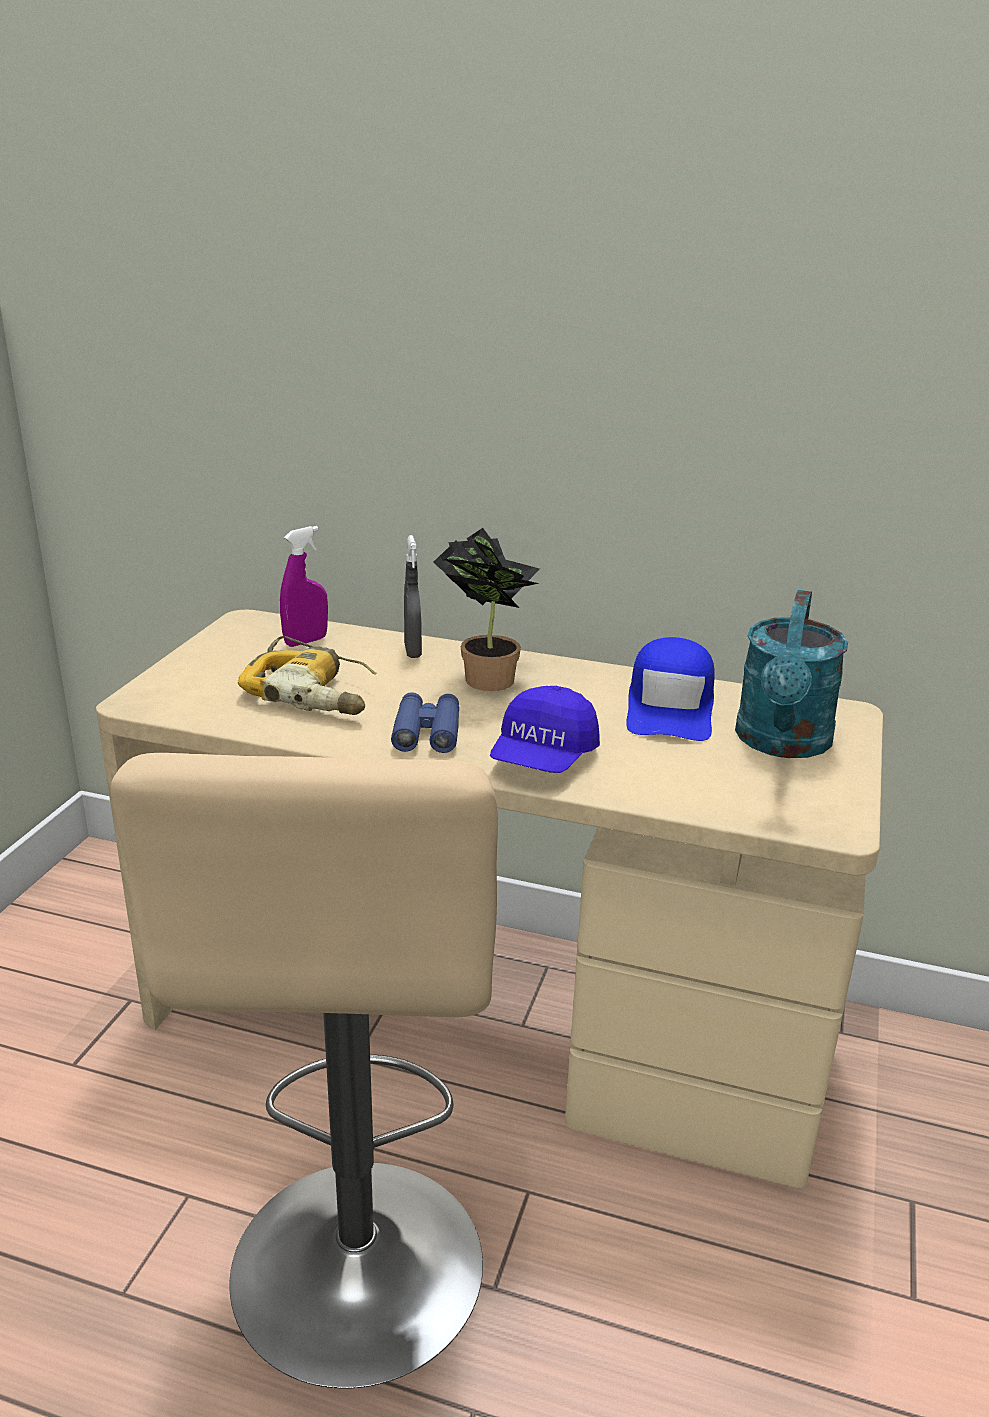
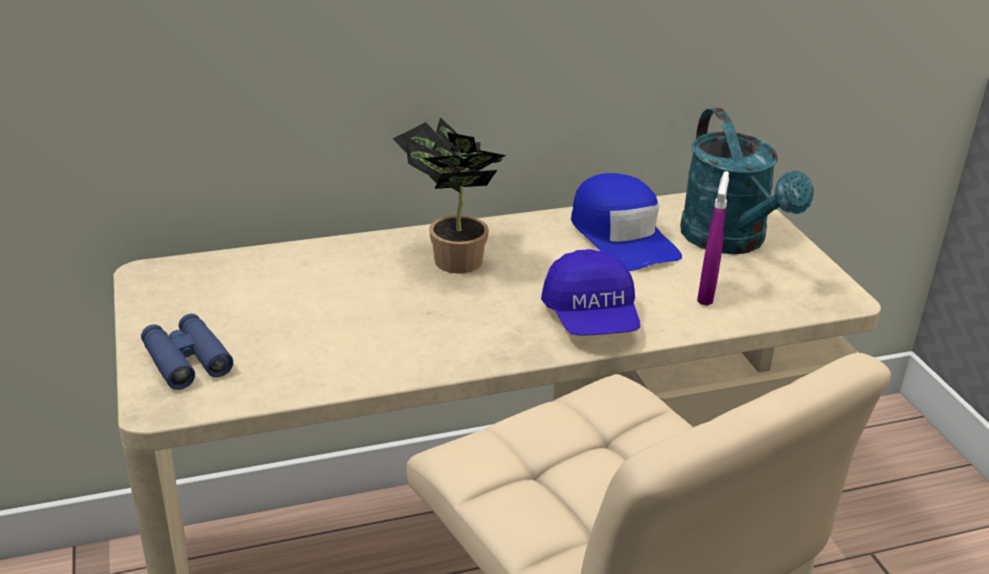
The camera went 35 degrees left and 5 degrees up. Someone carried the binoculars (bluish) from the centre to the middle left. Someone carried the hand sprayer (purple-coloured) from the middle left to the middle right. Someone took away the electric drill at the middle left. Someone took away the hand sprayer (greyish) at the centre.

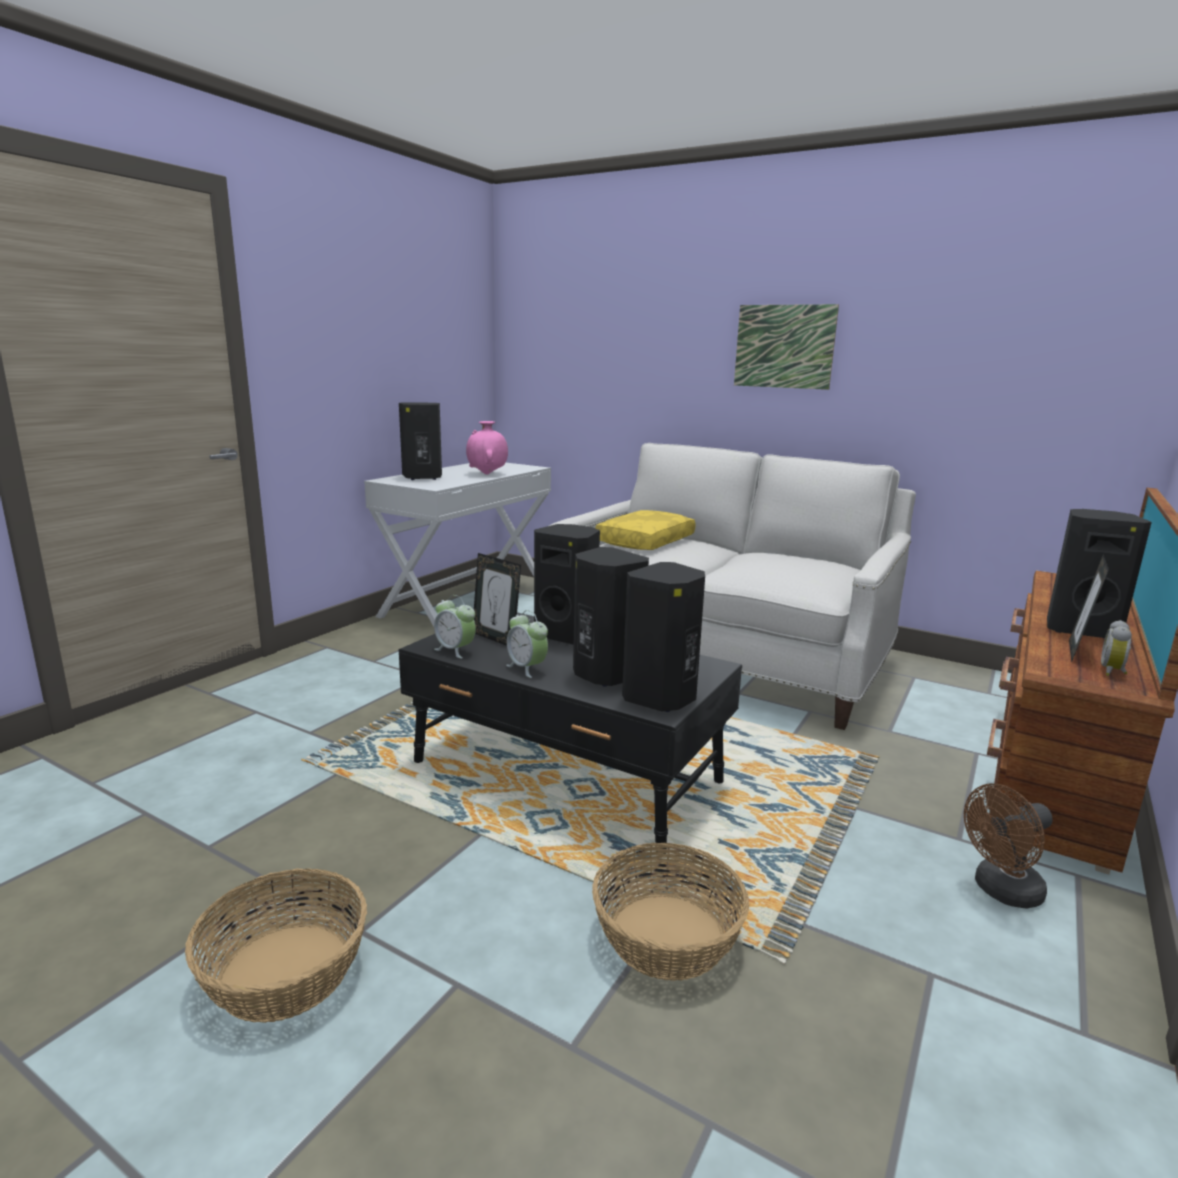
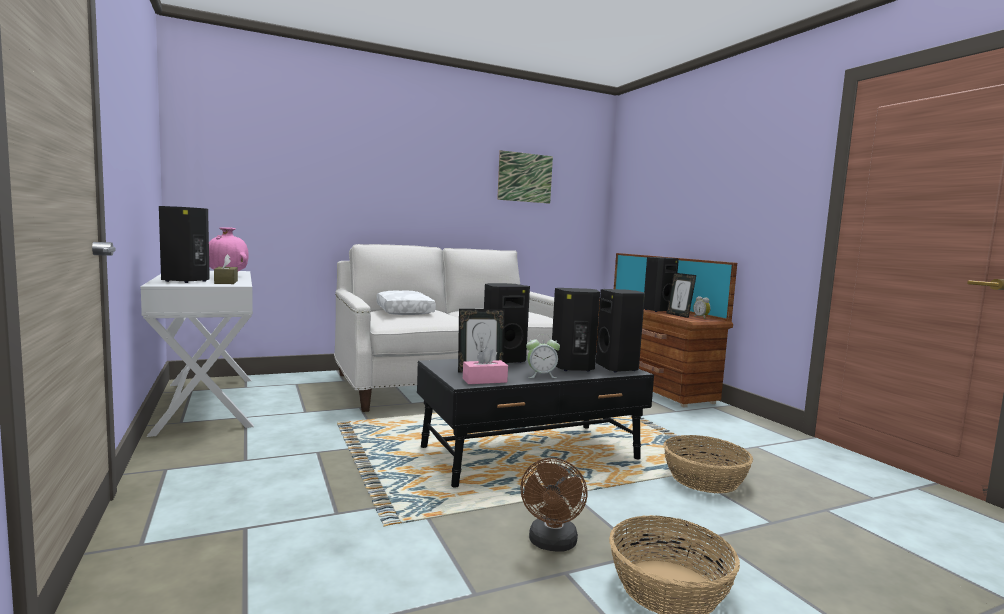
The camera went 55 degrees left and 10 degrees down. Someone put down the tissue box (brown) at the middle left. Someone repainted the throw pillow (yellow-coloured) at the centre, which became the throw pillow (white) at the centre. Someone swapped the alarm clock (no. 1 from left) at the centre for the tissue box (pink-coloured) at the centre. Someone carried the wall art from the top right to the top centre. Someone carried the electric fan (brown) from the bottom right to the bottom centre.

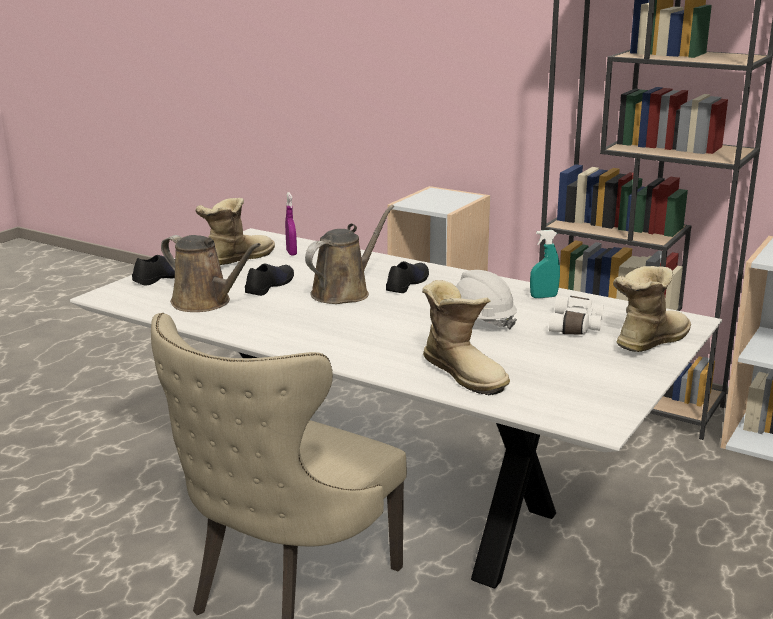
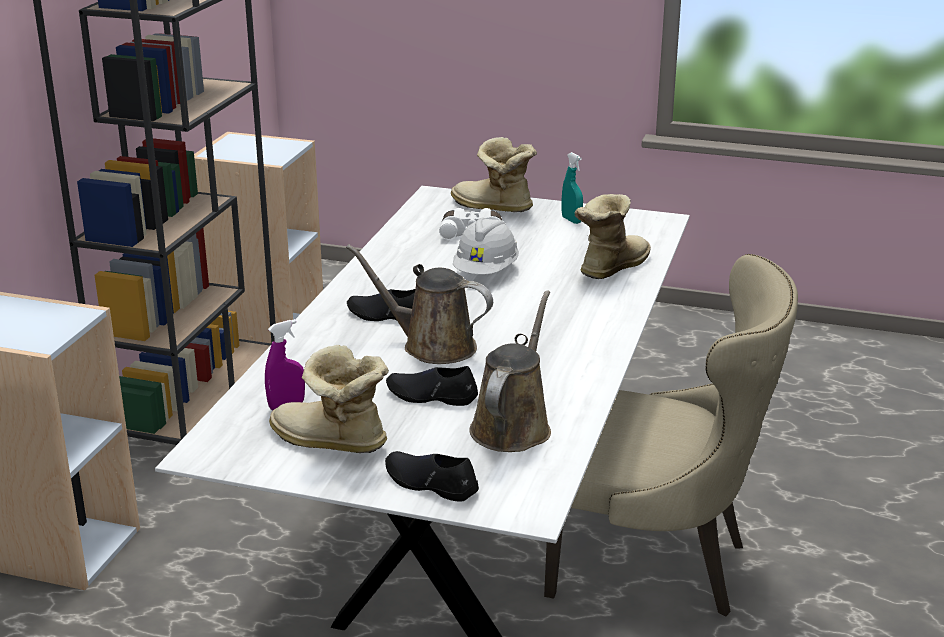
The camera went 105 degrees left and 5 degrees up. Someone carried the hand sprayer (turquoise-coloured) from the middle right to the top centre.

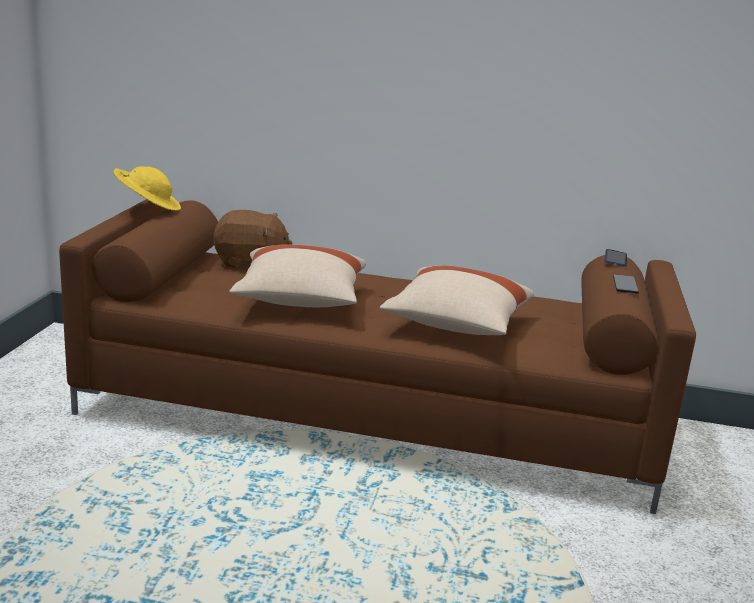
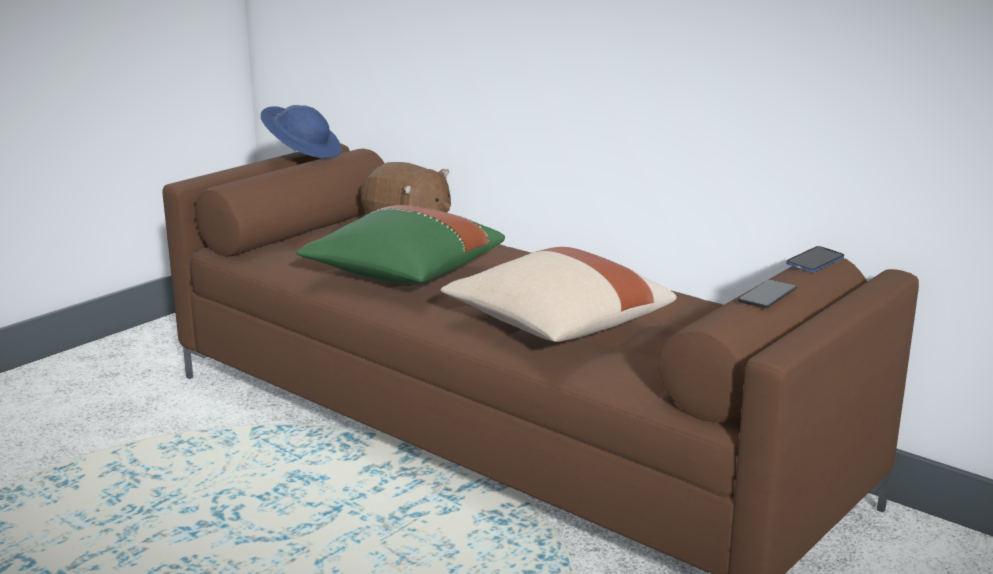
The camera went 30 degrees right and 0 degrees up. Someone repainted the clothing hat (yellow-coloured) at the top left, which became the clothing hat (bluish) at the top left. Someone repainted the throw pillow (sand-coloured) (no. 1 from left) at the centre, which became the throw pillow (green) at the centre.

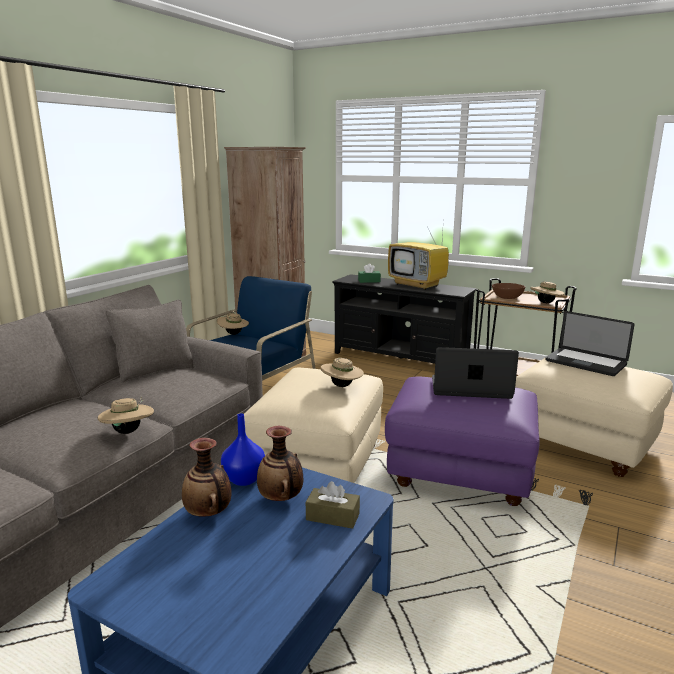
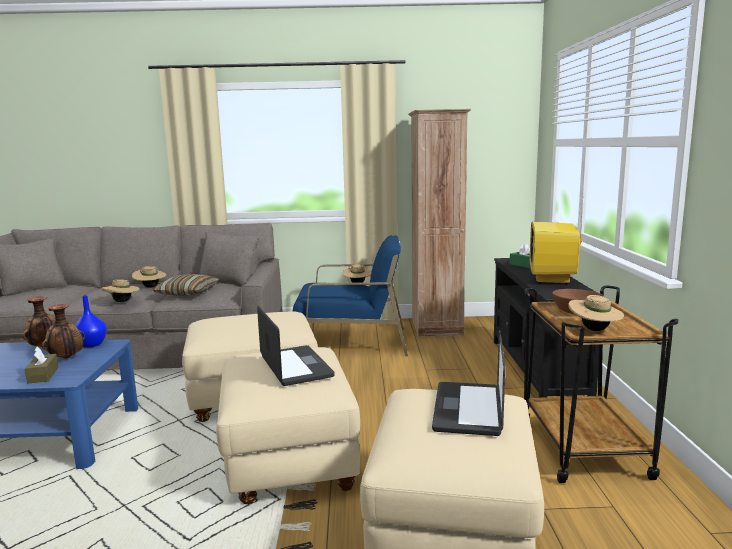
The camera went 60 degrees right and 5 degrees down. Someone carried the clothing hat (sand-coloured) (no. 3 from left in the first image) from the centre to the middle left. Someone put down the throw pillow at the middle left. Someone repainted the ottoman (purple-coloured) at the middle right, which became the ottoman (sand-coloured) (no. 2 from left) at the bottom centre.

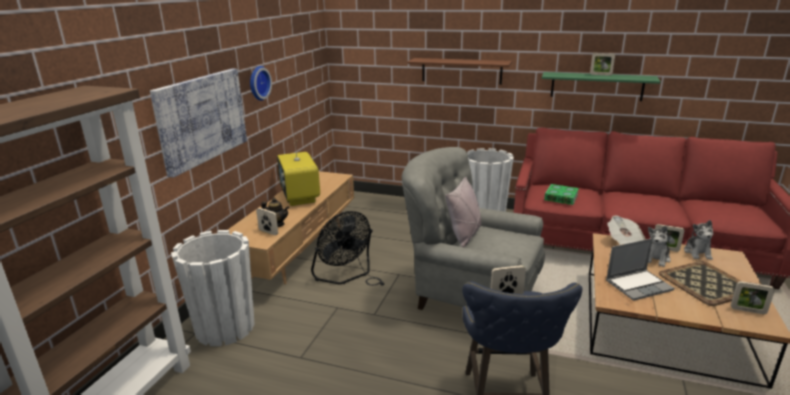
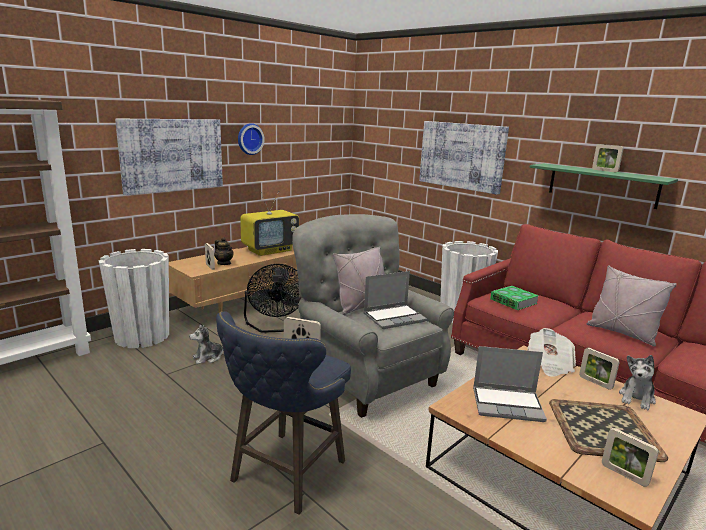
The camera went 25 degrees right and 5 degrees down. Someone carried the soft toy (no. 1 from left) from the middle right to the middle left. Someone rotated the TV set at the centre by 135 degrees counterclockwise. Someone put down the notebook computer (no. 1 from left) at the centre. Someone swapped the bracket shelf (brown) at the top centre for the wall art (no. 2 from left) at the top centre. Someone put down the throw pillow (purple-coloured) (no. 2 from left) at the middle right.

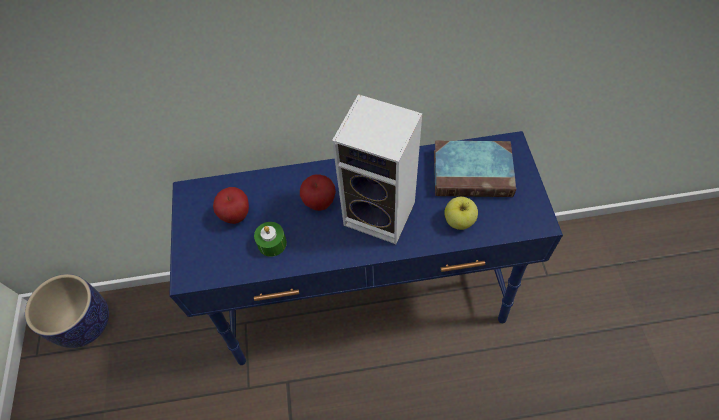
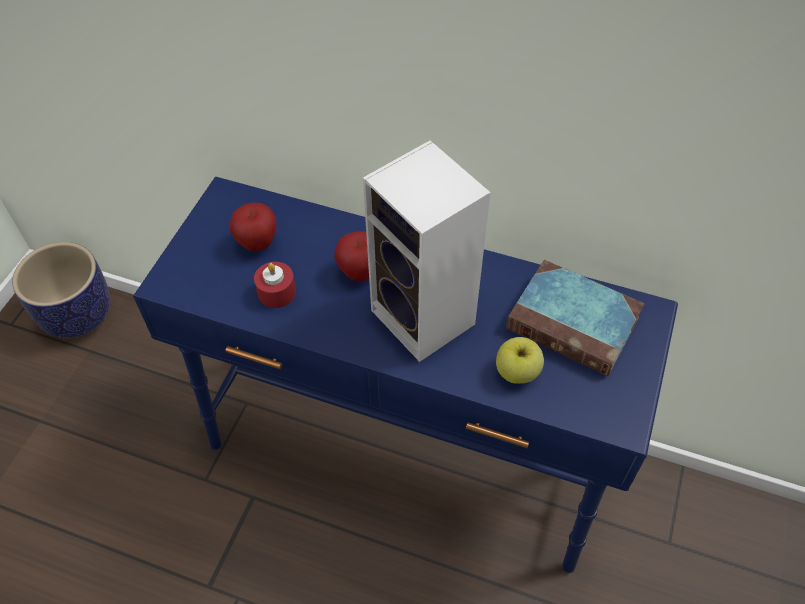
The camera went 25 degrees right and 5 degrees down. Someone repainted the wax light (green) at the centre, which became the wax light (reddish) at the centre.

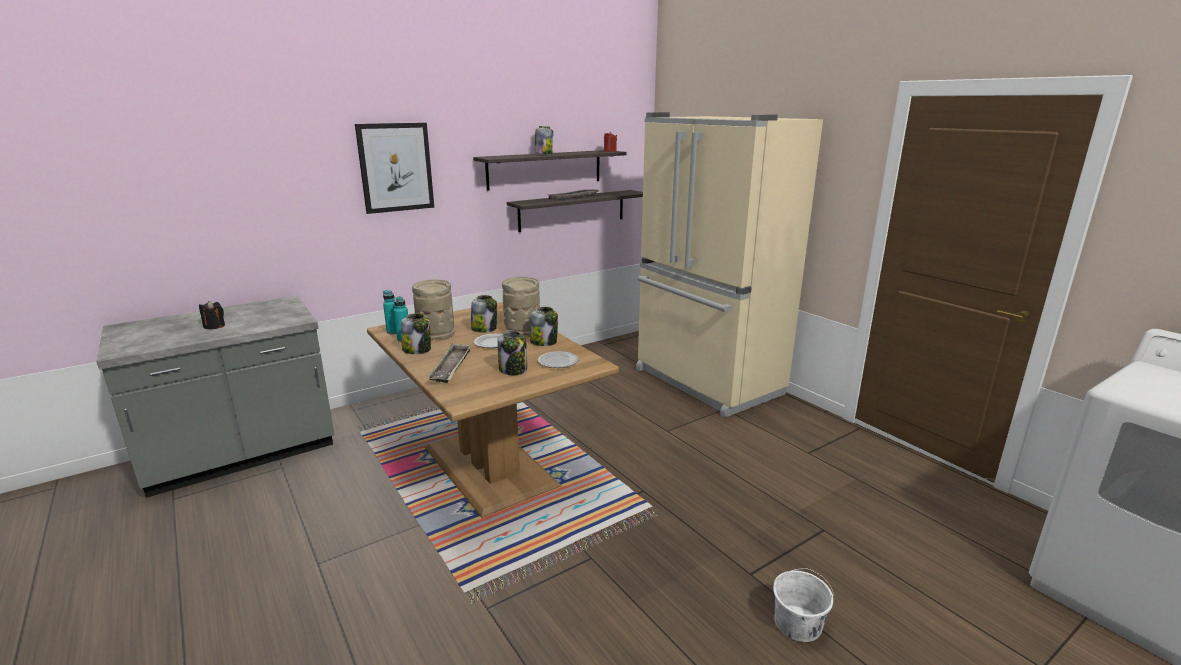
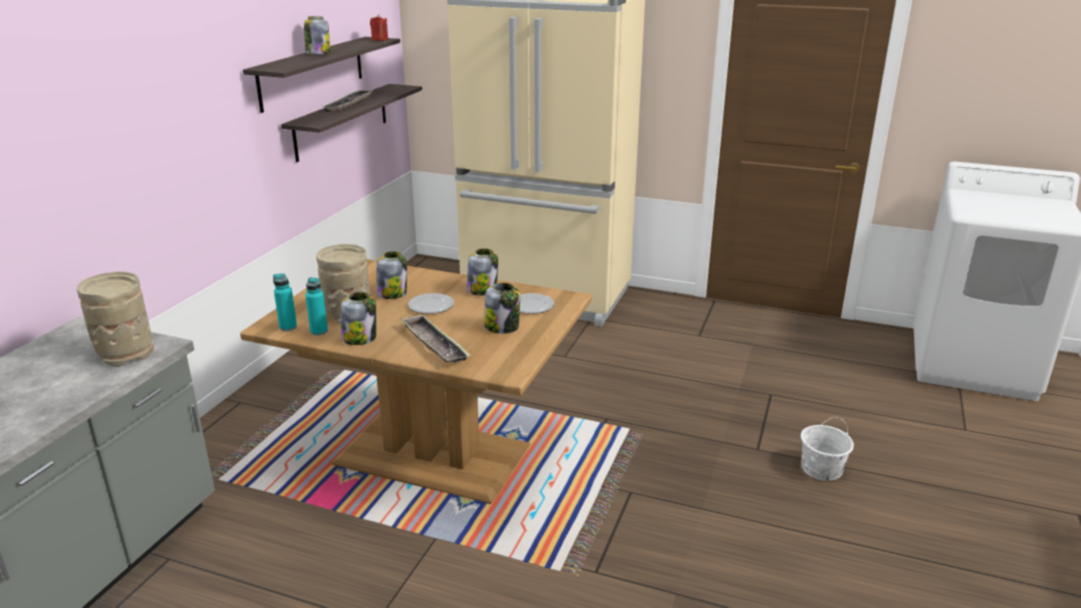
The camera went 35 degrees left and 5 degrees up. Someone carried the decorative vase (sand-coloured) (no. 2 from left in the first image) from the centre to the middle left. Someone took away the wax light (black-coloured) at the middle left. Someone took away the wall art at the top centre.

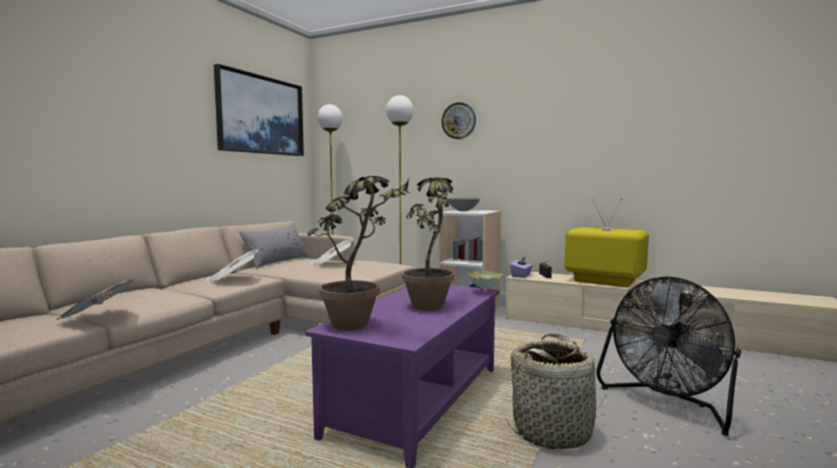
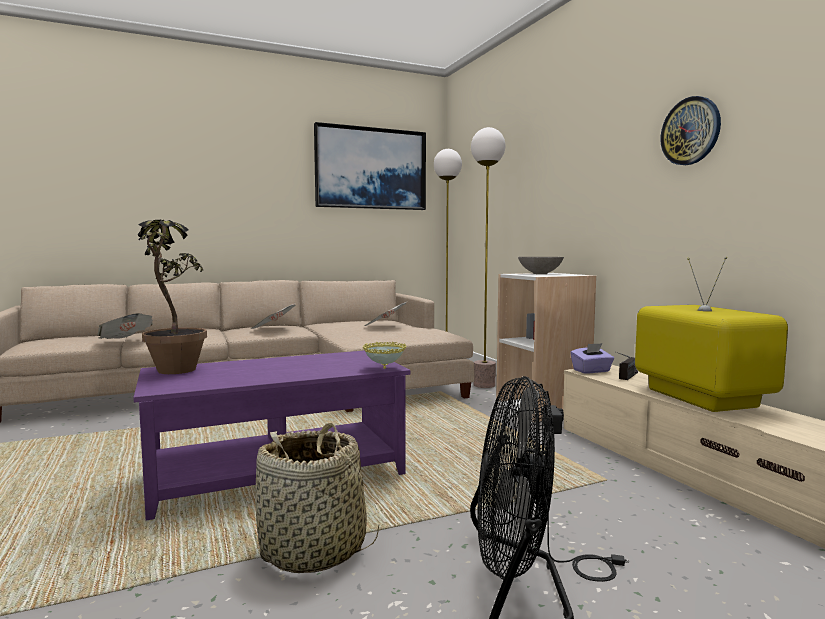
The camera went 40 degrees right and 0 degrees up. Someone carried the wall clock from the top centre to the top right. Someone took away the throw pillow (greyish) at the middle left. Someone took away the houseplant (no. 2 from left) at the centre.

